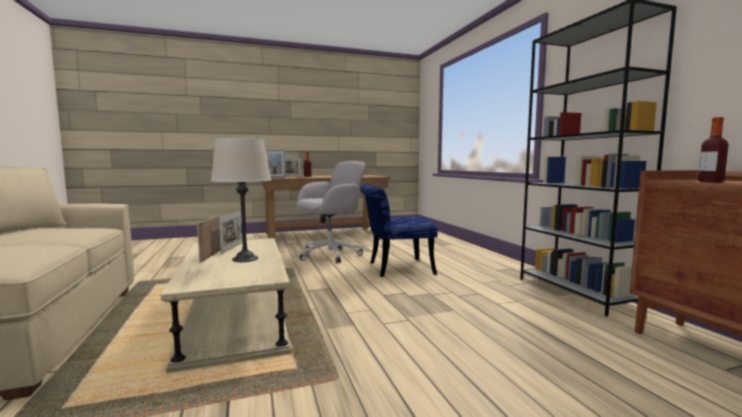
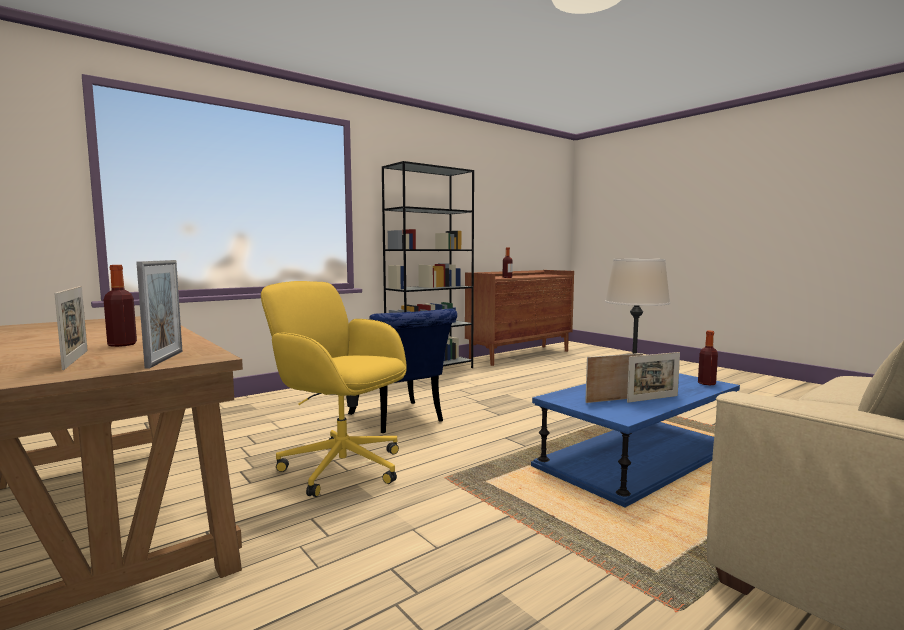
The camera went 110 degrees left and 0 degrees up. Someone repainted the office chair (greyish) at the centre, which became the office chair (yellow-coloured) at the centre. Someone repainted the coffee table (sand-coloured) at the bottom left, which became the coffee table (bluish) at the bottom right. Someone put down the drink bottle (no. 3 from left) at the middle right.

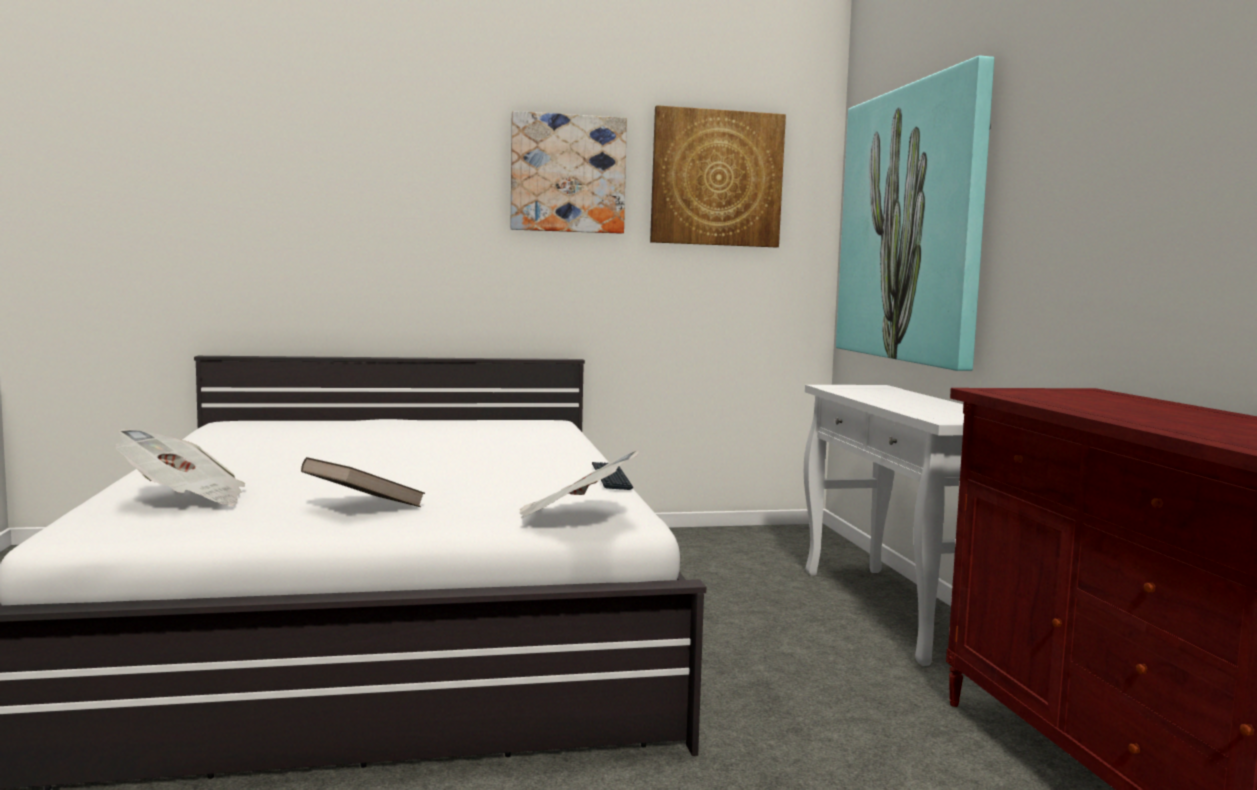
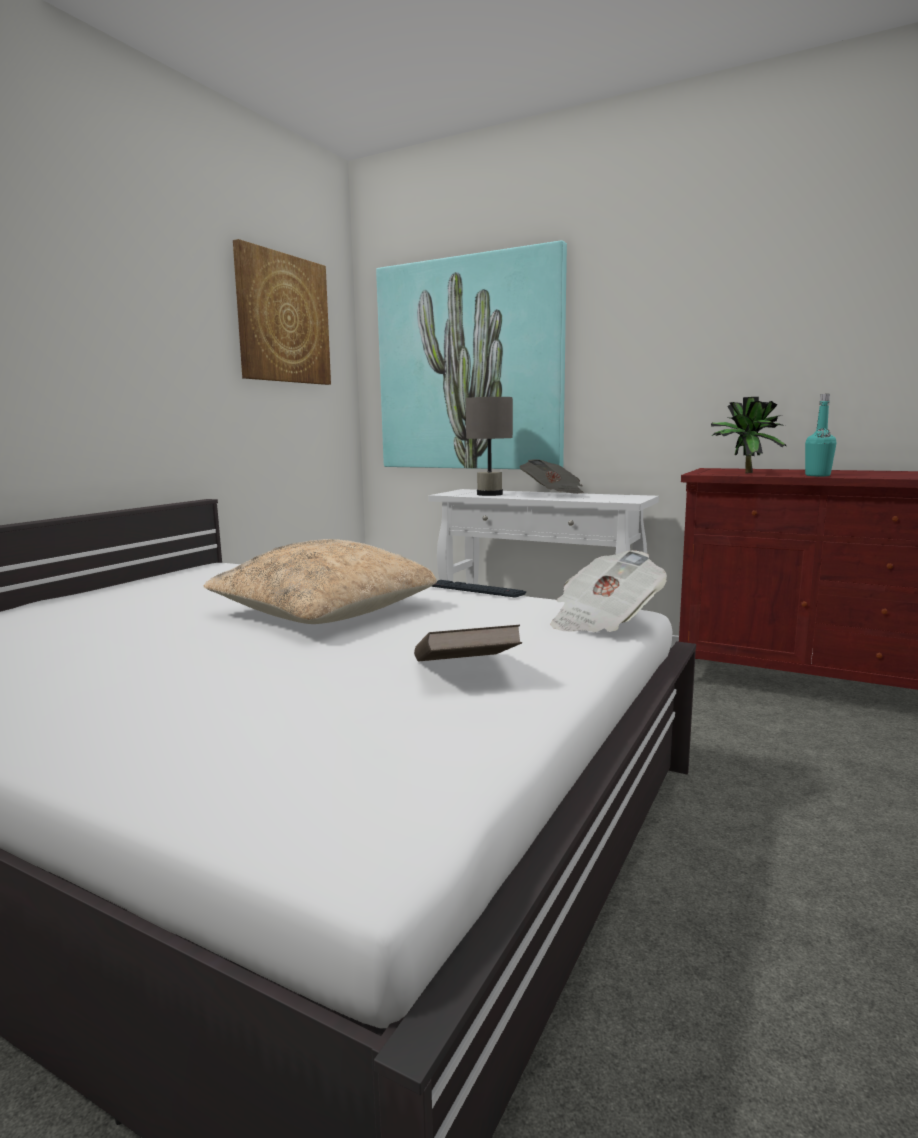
The camera went 50 degrees left and 5 degrees up. Someone put down the throw pillow (sand-coloured) at the centre. Someone put down the tabletop lamp (greyish) at the centre. Someone carried the newspaper (no. 1 from left) from the middle left to the centre. Someone put down the houseplant at the middle right. Someone put down the drink bottle (turquoise-coloured) at the middle right. Someone took away the wall art (no. 1 from left) at the top centre.

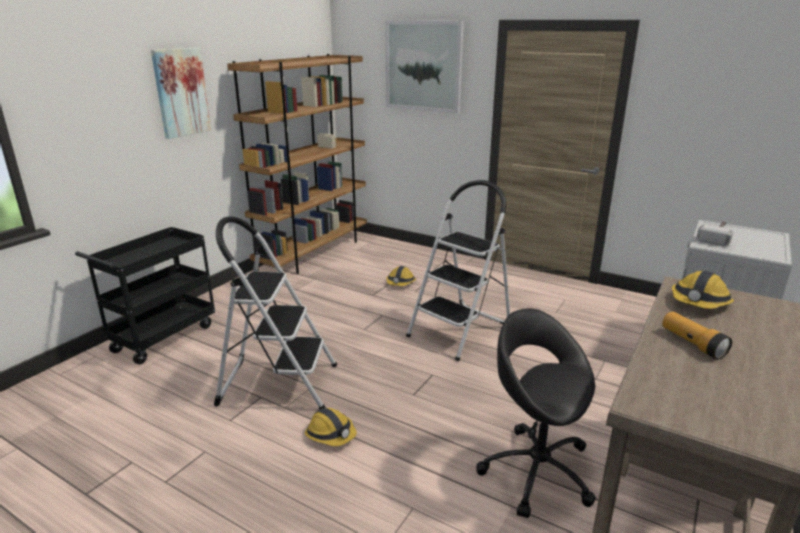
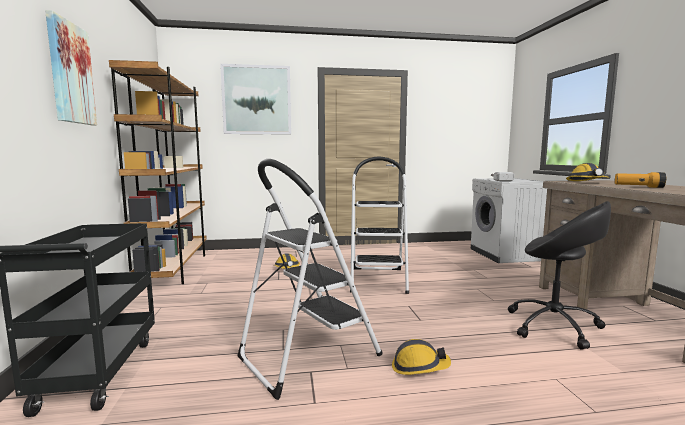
The camera went 40 degrees left and 15 degrees down. Someone rotated the office chair (black-coloured) at the bottom right by 135 degrees counterclockwise.

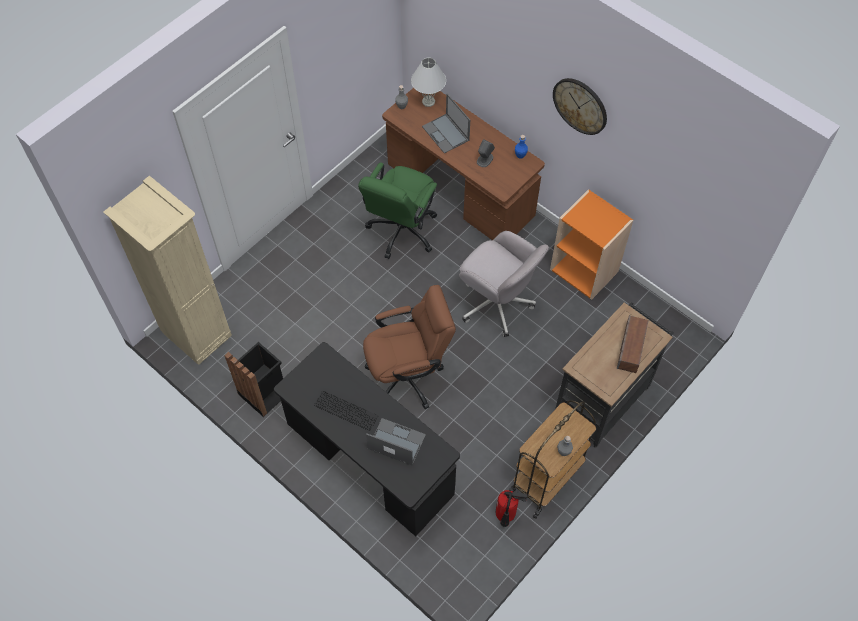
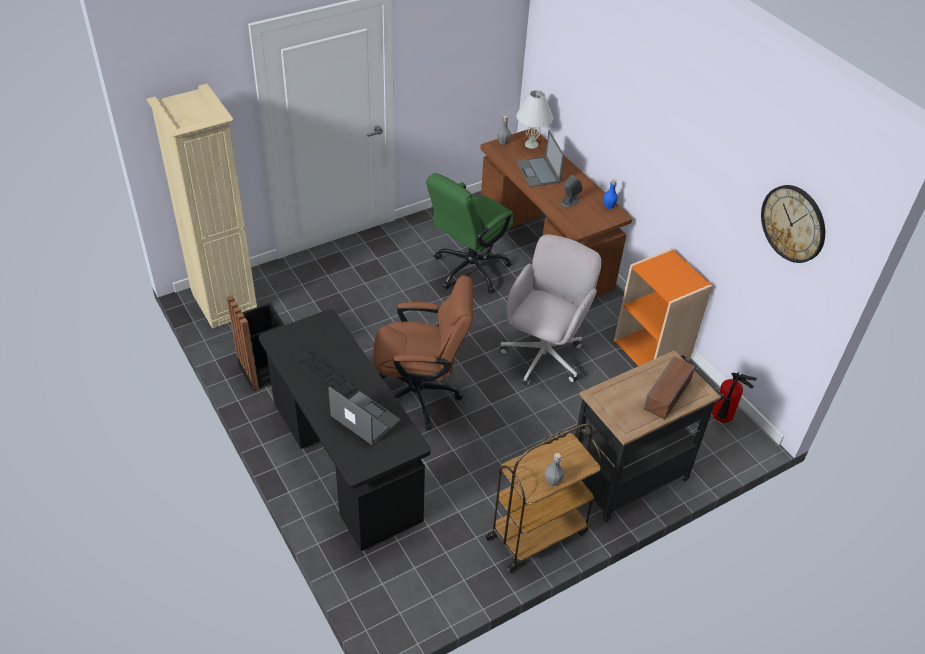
The camera went 15 degrees right and 15 degrees down. Someone rotated the office chair (greyish) at the centre by 120 degrees counterclockwise. Someone carried the extinguisher from the bottom centre to the middle right. Someone carried the wall clock from the top right to the middle right.

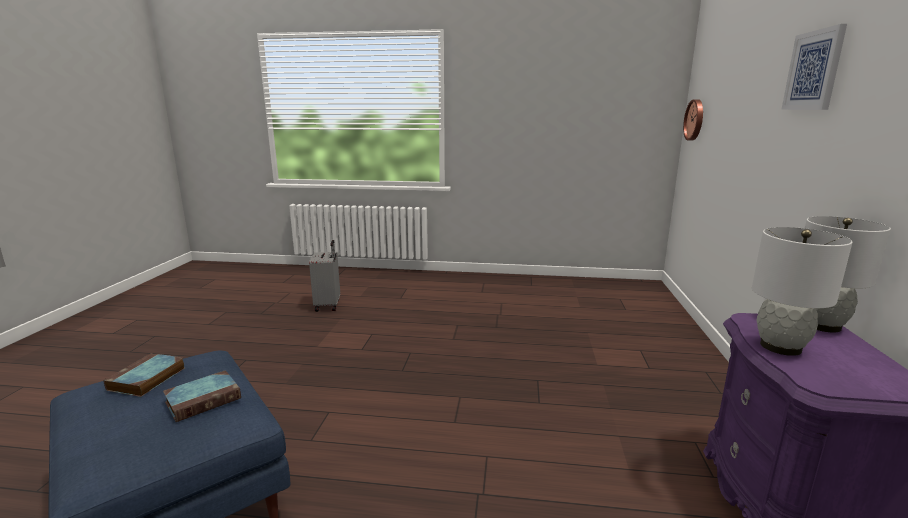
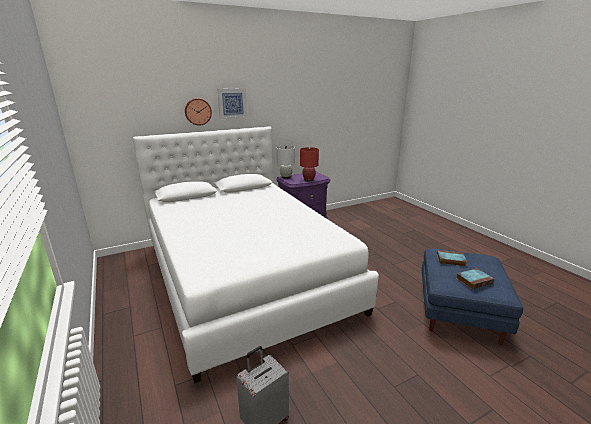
The camera went 125 degrees left and 5 degrees up. Someone put down the bed (white) at the centre. Someone carried the wall clock from the top right to the top centre. Someone repainted the tabletop lamp (white) (no. 1 from left) at the middle right, which became the tabletop lamp (reddish) at the centre.

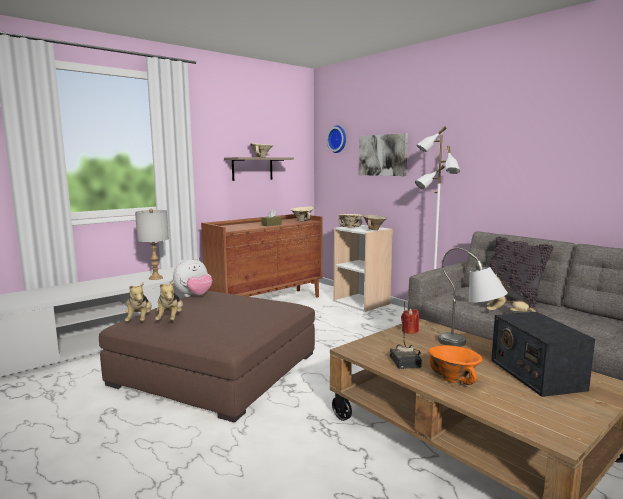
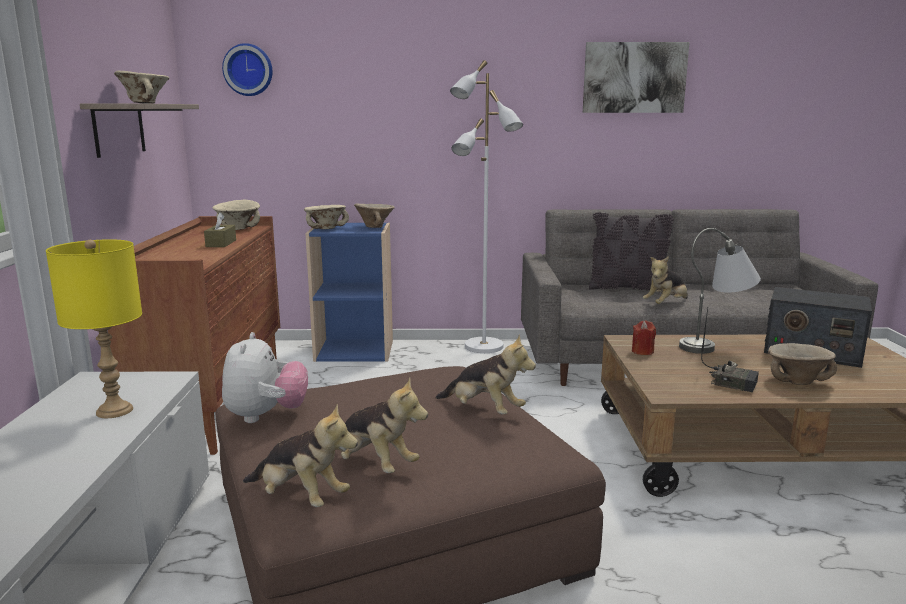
The camera went 50 degrees left and 5 degrees up. Someone repainted the tabletop lamp (greyish) (no. 1 from left) at the middle left, which became the tabletop lamp (yellow-coloured) at the middle left. Someone repainted the bookshelf (white) at the centre, which became the bookshelf (bluish) at the centre. Someone put down the soft toy (no. 4 from left) at the centre. Someone carried the wall art from the top centre to the top right. Someone repainted the bowl (orange) at the bottom right, which became the bowl (sand-coloured) (no. 5 from left) at the middle right.

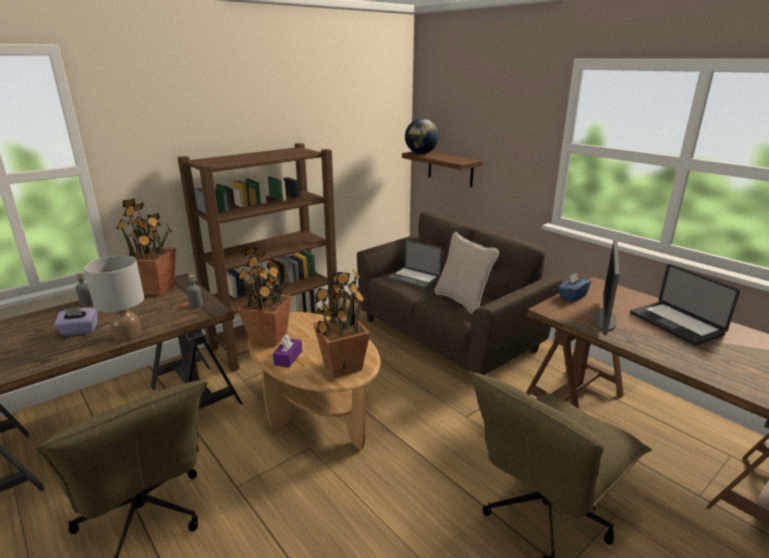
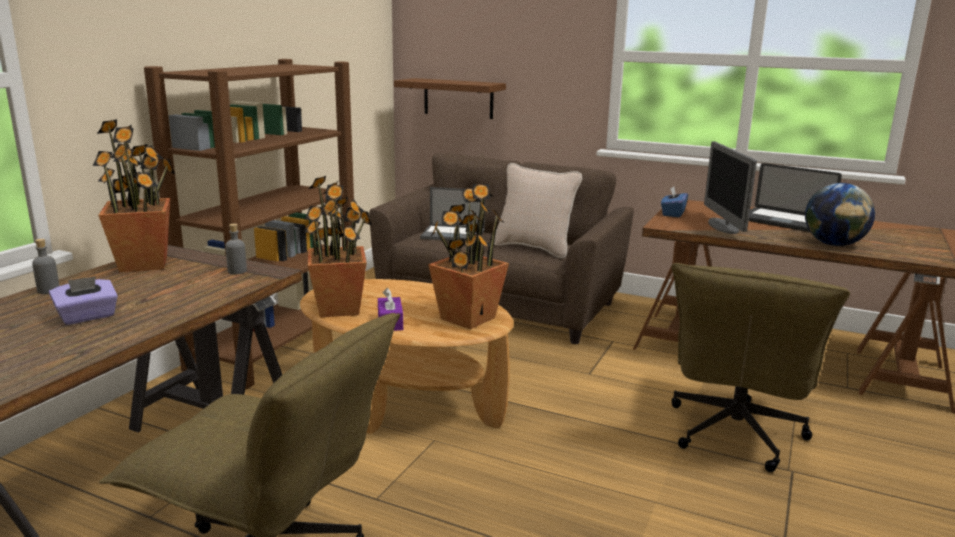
The camera went 25 degrees left and 5 degrees down. Someone carried the desk globe from the top centre to the middle right. Someone took away the tabletop lamp (greyish) at the middle left.

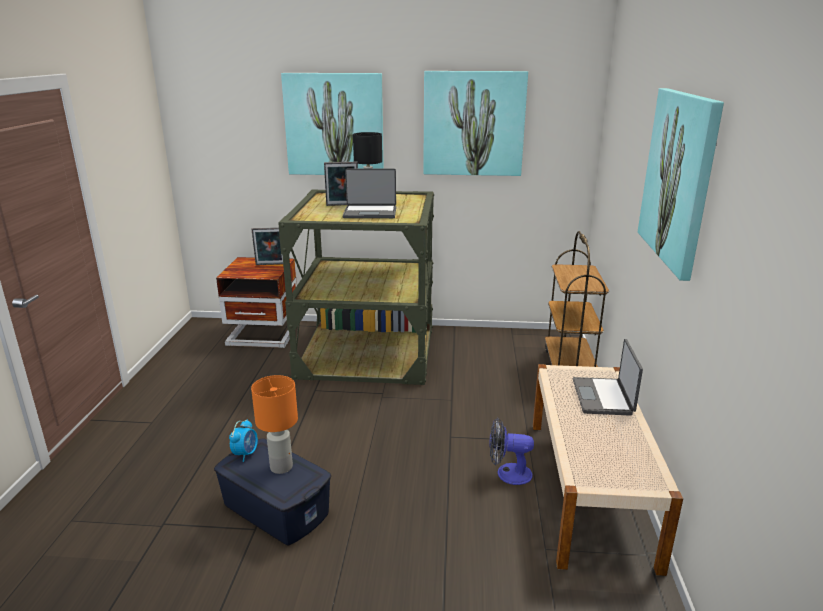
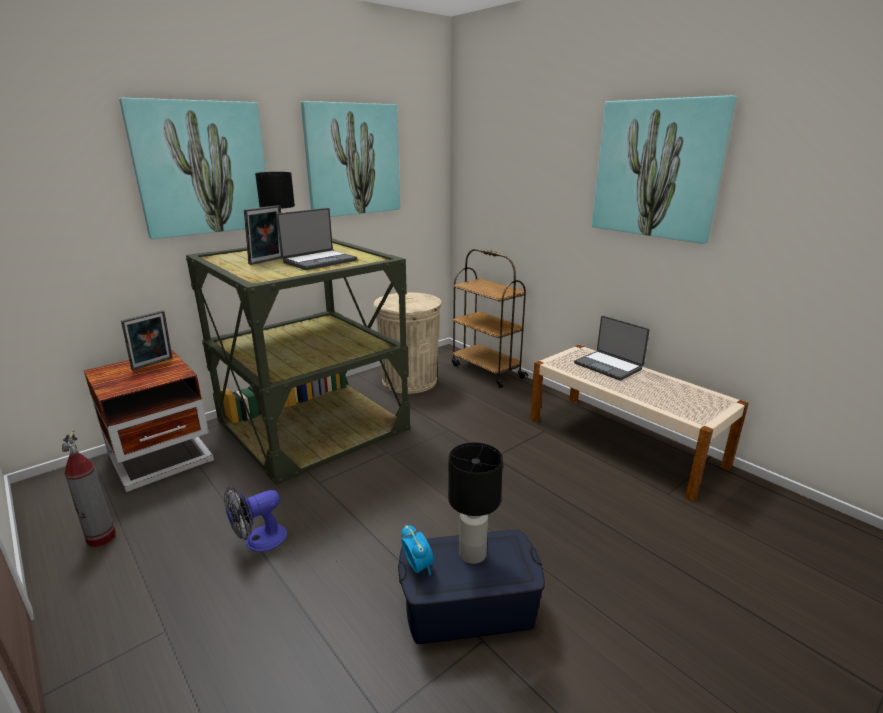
The camera went 45 degrees left and 0 degrees up. Someone put down the extinguisher at the bottom left. Someone carried the electric fan from the bottom centre to the bottom left. Someone put down the waste bin (sand-coloured) at the centre. Someone repainted the tabletop lamp (orange) at the bottom left, which became the tabletop lamp (black-coloured) (no. 2 from left) at the bottom centre.

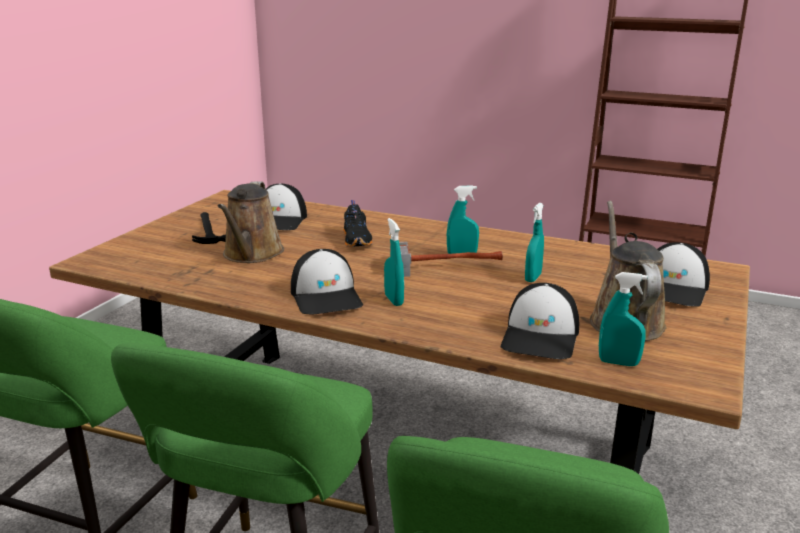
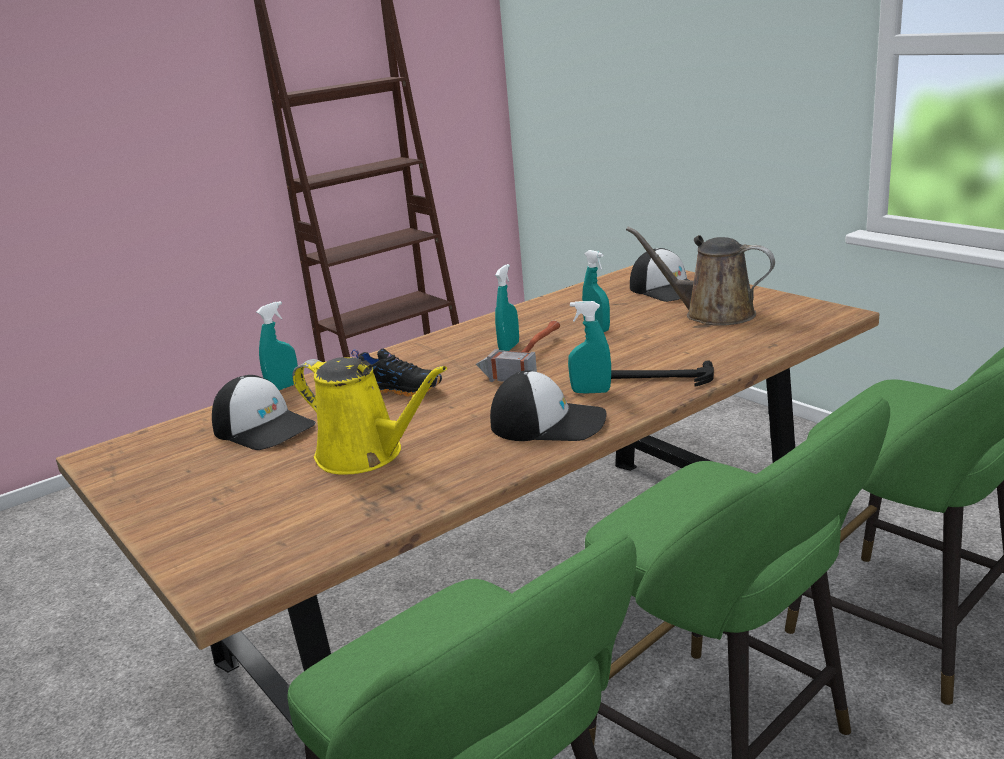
The camera went 60 degrees left and 0 degrees up. Someone carried the hand sprayer (turquoise-coloured) (no. 4 from left in the first image) from the middle right to the middle left. Someone repainted the watering can (brown) (no. 1 from left) at the middle left, which became the watering can (yellow-coloured) at the centre. Someone carried the hand hammer (no. 1 from left in the first image) from the middle left to the centre. Someone took away the baseball cap (no. 3 from left) at the middle right.

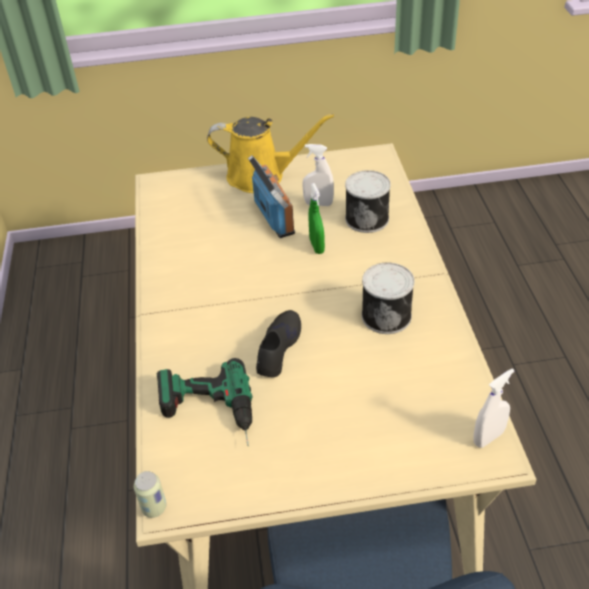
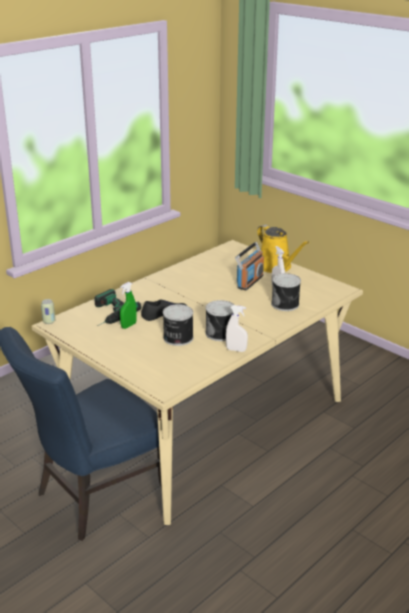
The camera went 50 degrees right and 15 degrees down. Someone carried the hand sprayer (green) from the centre to the middle left. Someone put down the metal can (no. 2 from left) at the centre. Someone carried the hand sprayer (white) (no. 2 from left in the first image) from the bottom right to the centre.

